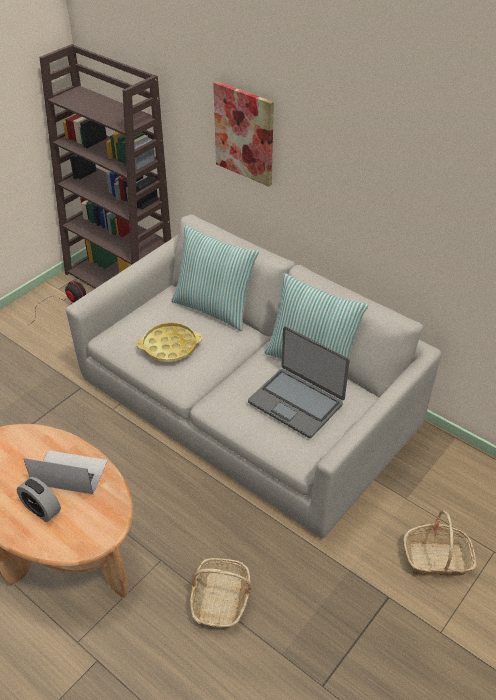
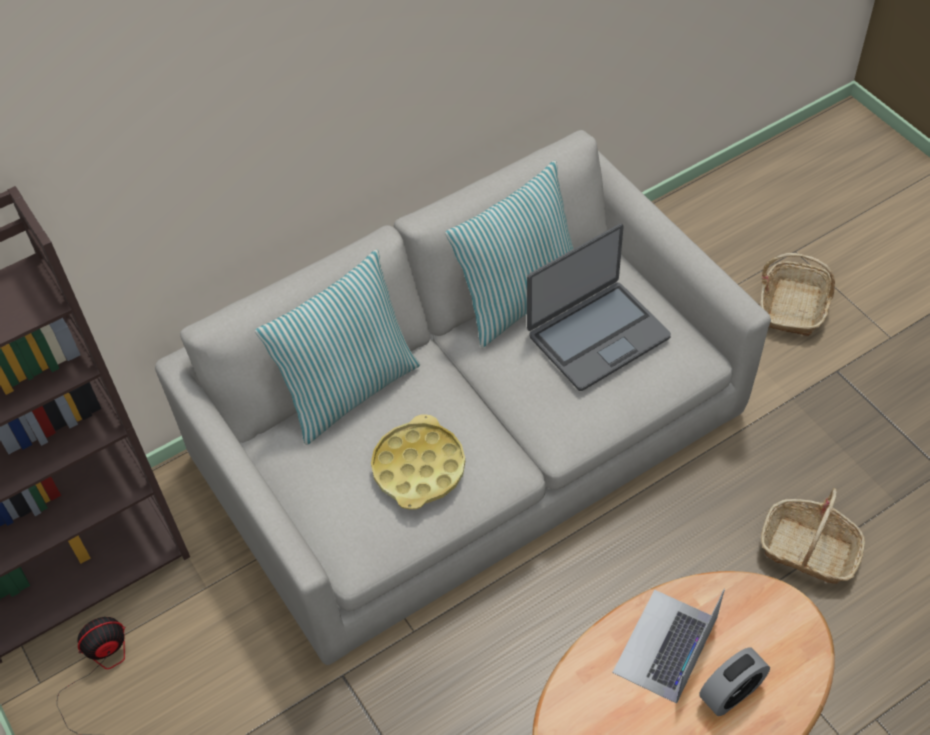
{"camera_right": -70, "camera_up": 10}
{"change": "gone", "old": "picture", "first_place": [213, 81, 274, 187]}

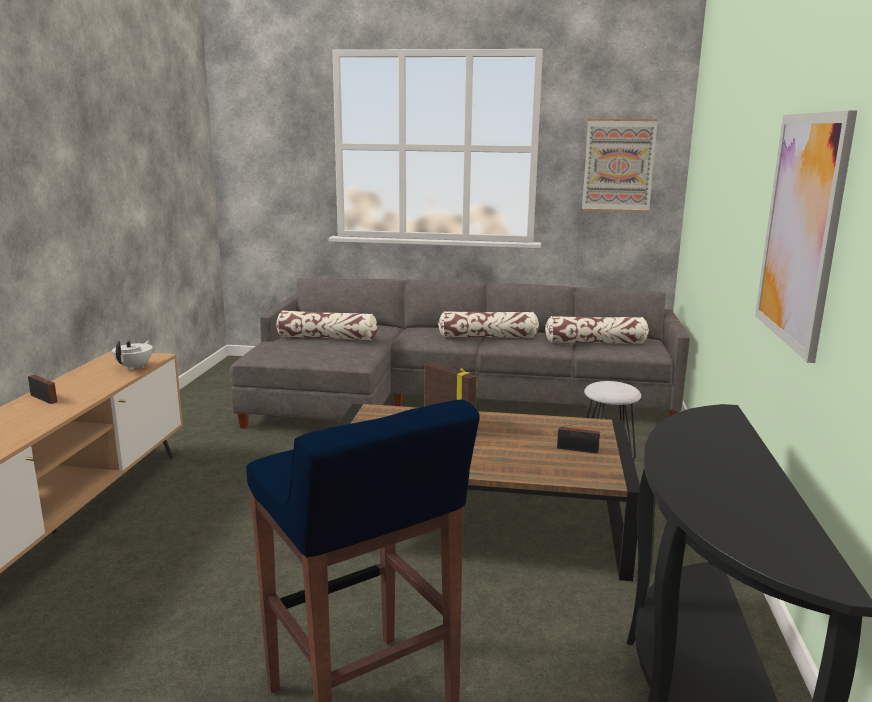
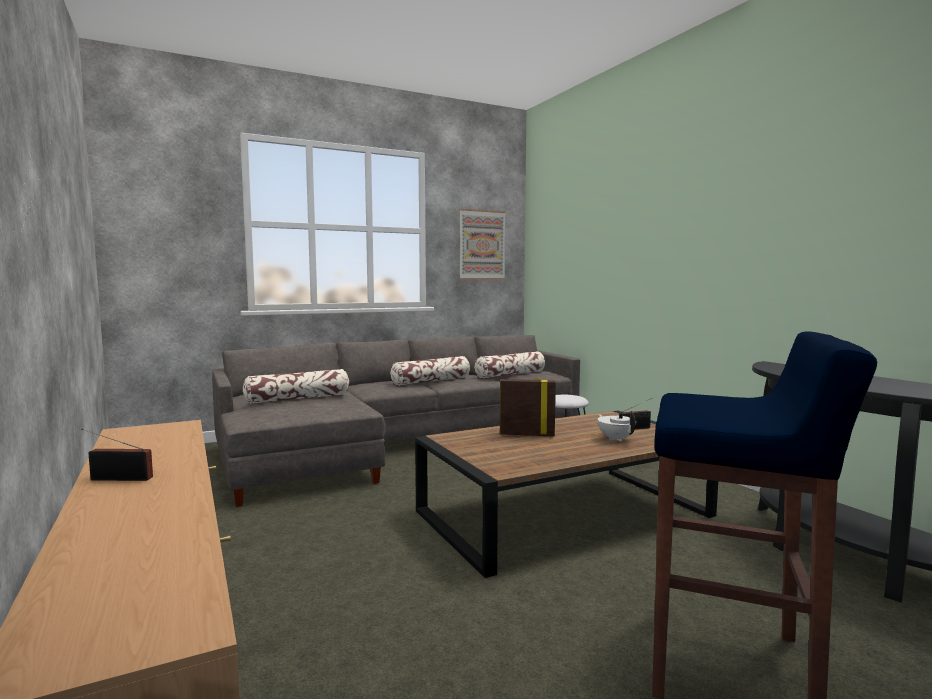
{"camera_right": -35, "camera_up": -10}
{"change": "gone", "old": "picture", "first_place": [755, 111, 857, 363]}
{"change": "shifted", "old": "white teapot", "first_place": [112, 341, 153, 370], "second_place": [598, 411, 636, 442]}

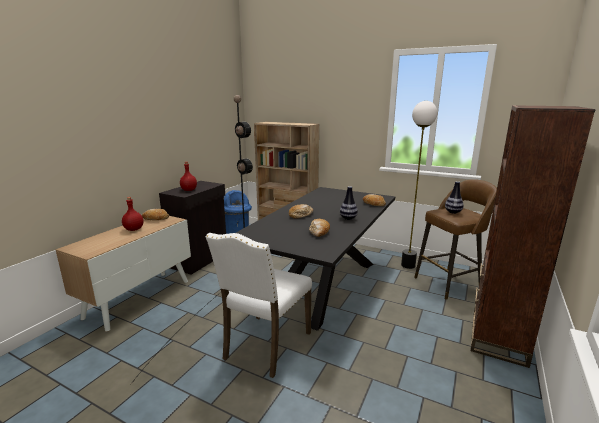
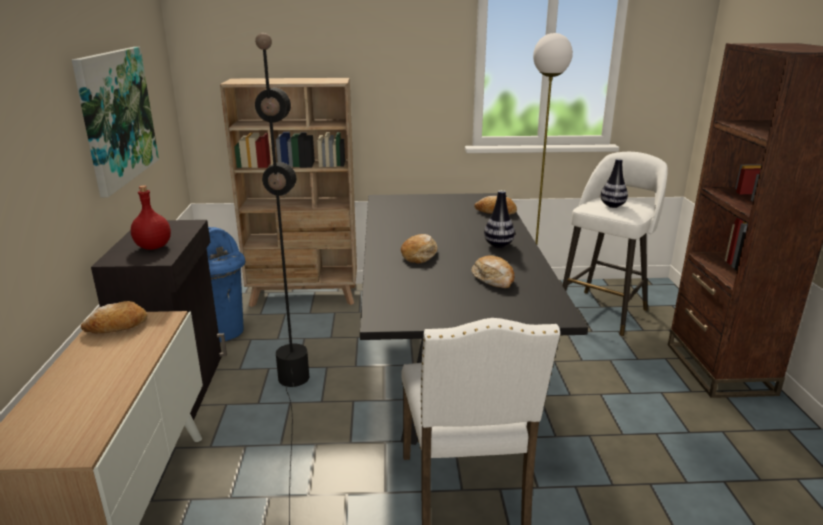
{"camera_right": -30, "camera_up": 5}
{"change": "repainted", "old": "brown stool", "new": "white stool", "first_place": [414, 179, 497, 300], "second_place": [562, 152, 668, 336]}
{"change": "gone", "old": "red bottle", "first_place": [122, 197, 143, 231]}
{"change": "new", "new": "picture", "second_place": [72, 47, 159, 197]}

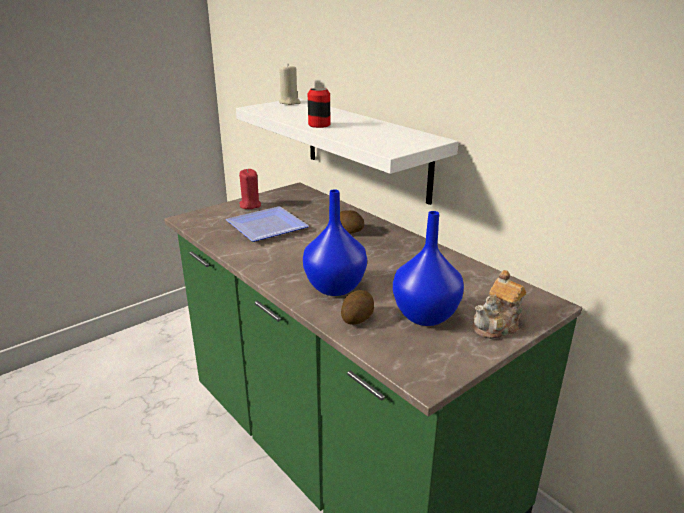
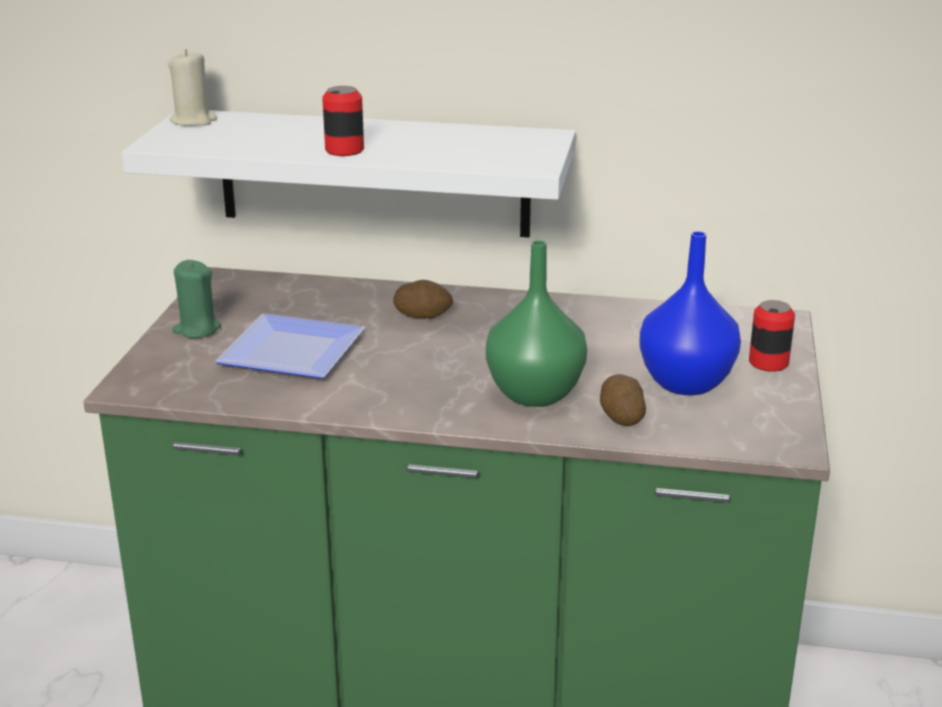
{"camera_right": -40, "camera_up": 0}
{"change": "repainted", "old": "red candle", "new": "green candle", "first_place": [239, 169, 261, 209], "second_place": [173, 260, 221, 338]}
{"change": "repainted", "old": "blue vase", "new": "green vase", "first_place": [303, 190, 367, 296], "second_place": [486, 240, 587, 407]}
{"change": "swapped", "old": "teapot", "new": "can", "first_place": [472, 270, 526, 339], "second_place": [749, 300, 795, 372]}

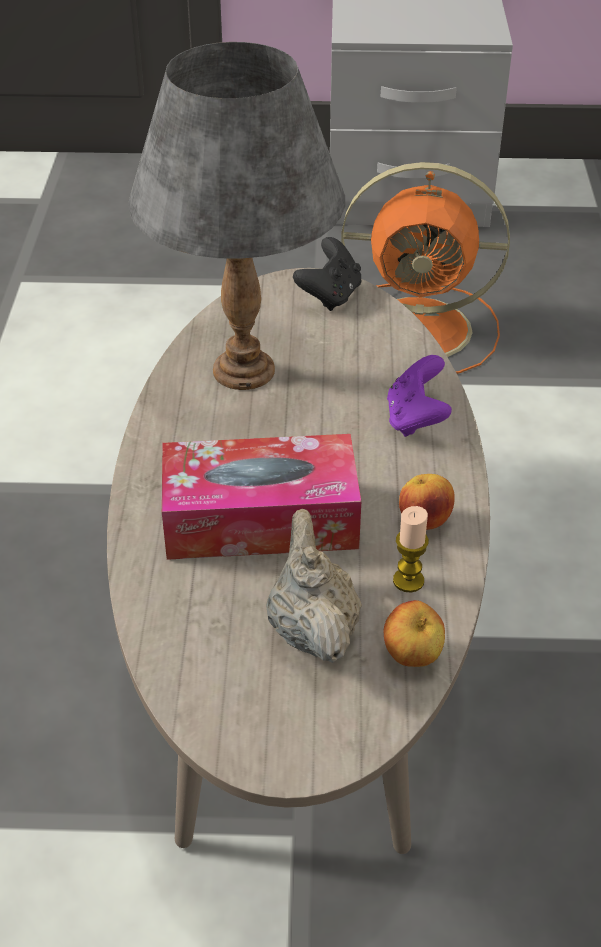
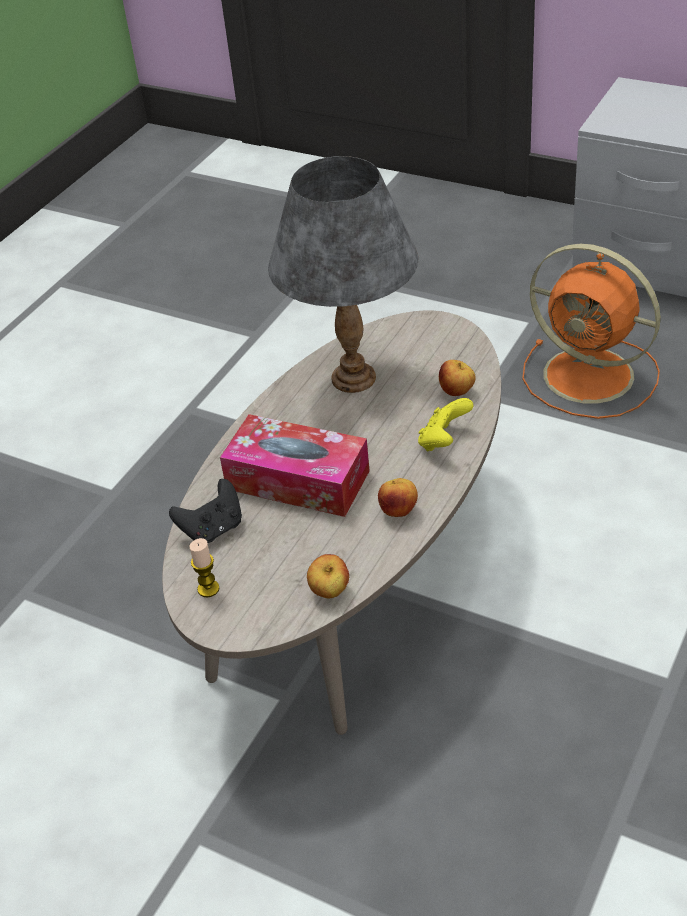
{"camera_right": 30, "camera_up": 0}
{"change": "shifted", "old": "black game controller", "first_place": [293, 237, 361, 311], "second_place": [169, 479, 242, 543]}
{"change": "repainted", "old": "purple game controller", "new": "yellow game controller", "first_place": [387, 355, 452, 437], "second_place": [418, 398, 473, 452]}
{"change": "shifted", "old": "candle", "first_place": [393, 506, 429, 593], "second_place": [189, 538, 220, 597]}
{"change": "gone", "old": "beige teapot", "first_place": [266, 509, 362, 663]}
{"change": "new", "new": "apple", "second_place": [439, 360, 476, 396]}

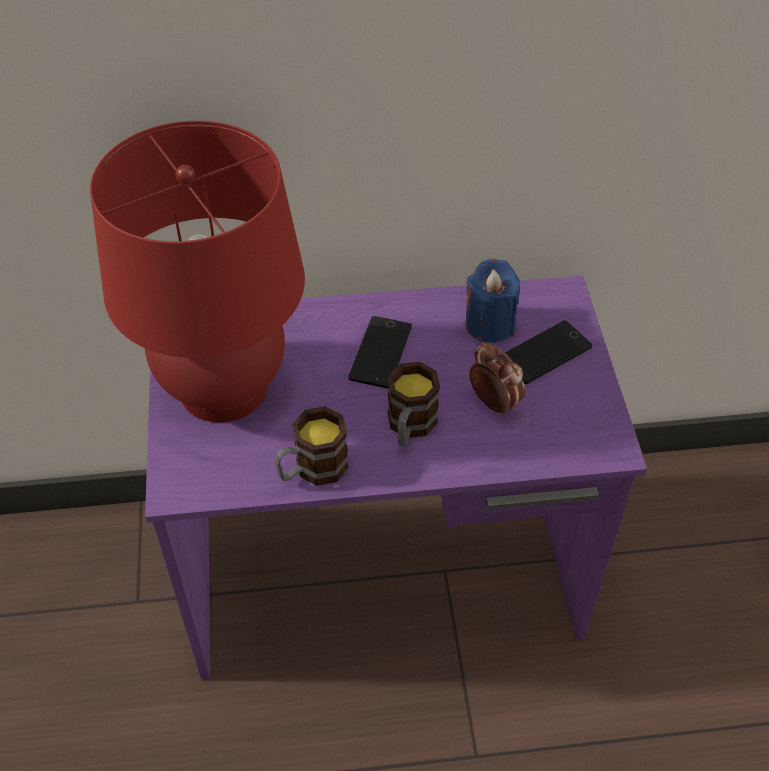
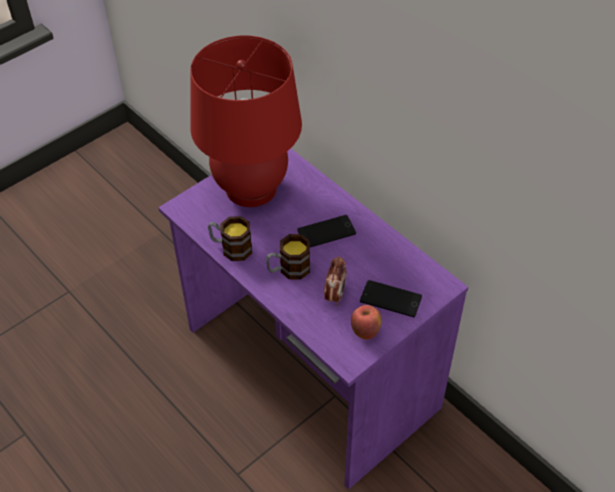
{"camera_right": 55, "camera_up": 0}
{"change": "gone", "old": "blue candle", "first_place": [465, 259, 520, 343]}
{"change": "new", "new": "apple", "second_place": [351, 305, 382, 340]}

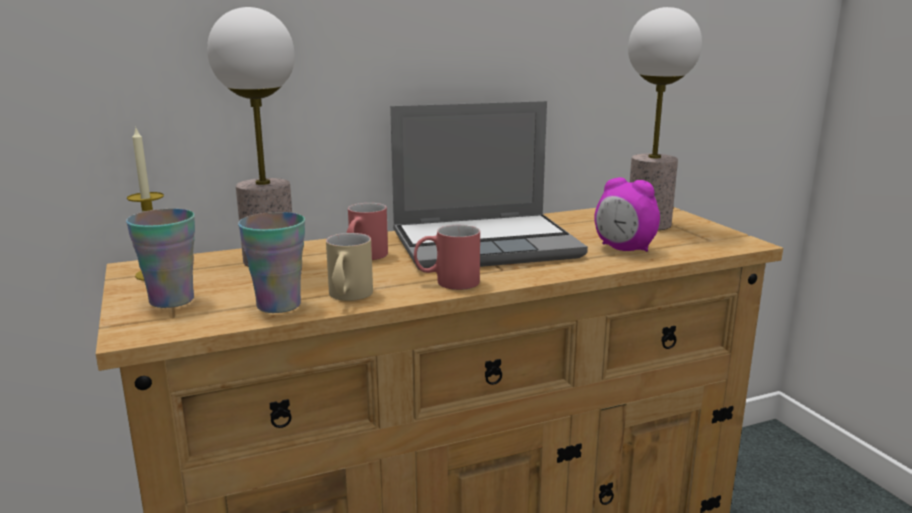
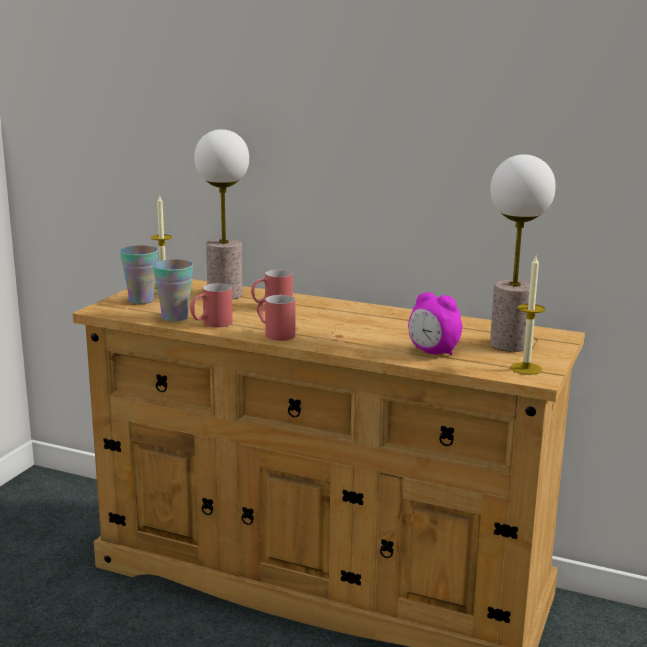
{"camera_right": 45, "camera_up": 0}
{"change": "gone", "old": "laptop", "first_place": [390, 101, 588, 270]}
{"change": "rotated", "old": "alarm clock", "first_place": [594, 177, 660, 252], "second_place": [408, 292, 462, 355], "degrees": -45}
{"change": "repainted", "old": "beige mug", "new": "red mug", "first_place": [326, 233, 373, 301], "second_place": [190, 283, 233, 327]}
{"change": "new", "new": "candle", "second_place": [510, 256, 545, 375]}

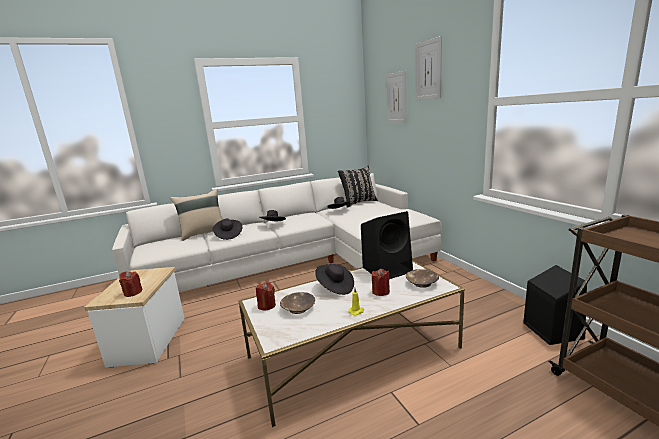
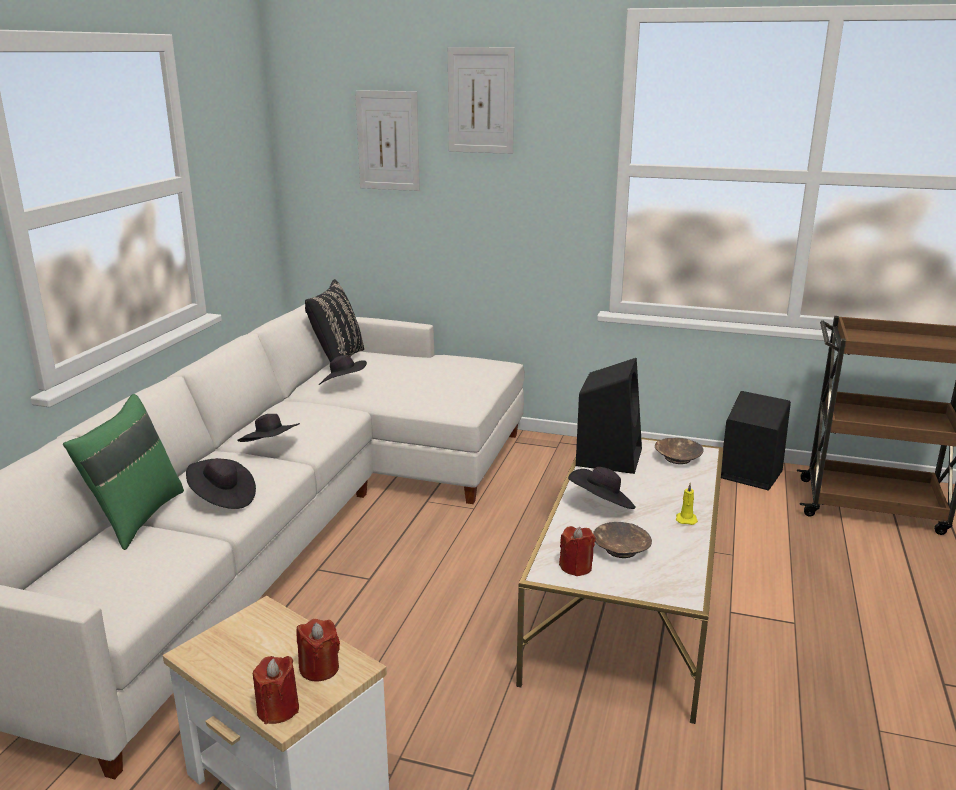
{"camera_right": -50, "camera_up": 5}
{"change": "repainted", "old": "beige pillow", "new": "green pillow", "first_place": [170, 189, 223, 241], "second_place": [63, 394, 184, 550]}
{"change": "shifted", "old": "red candle", "first_place": [372, 269, 390, 296], "second_place": [253, 656, 299, 724]}

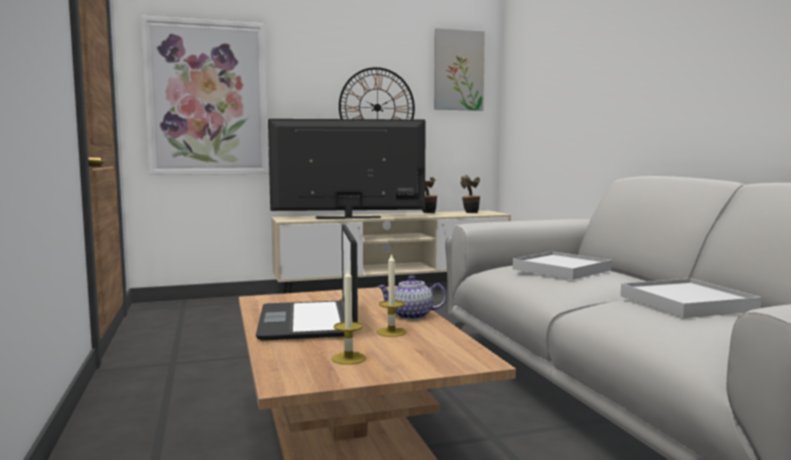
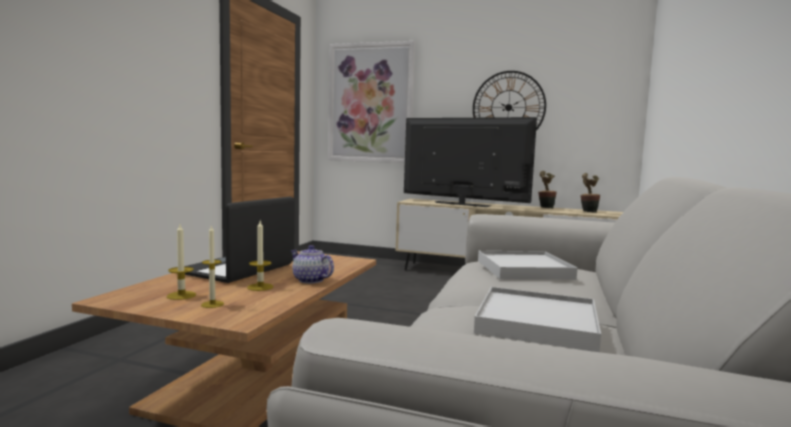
{"camera_right": 35, "camera_up": 0}
{"change": "gone", "old": "picture", "first_place": [434, 28, 485, 111]}
{"change": "new", "new": "candle", "second_place": [201, 225, 224, 308]}

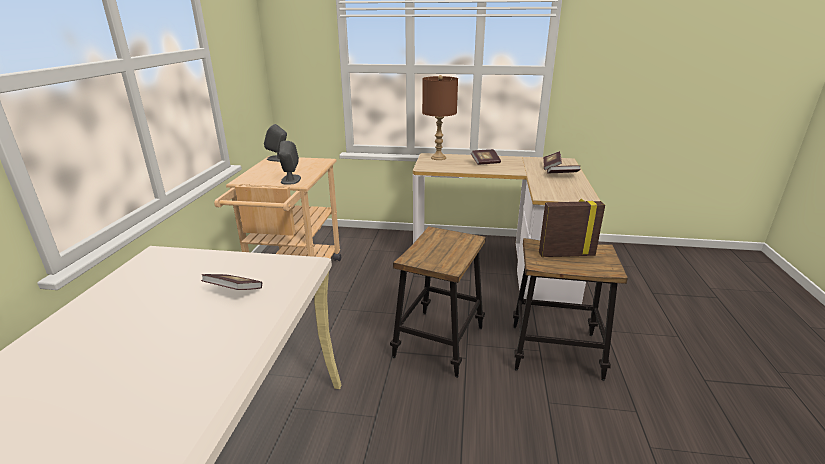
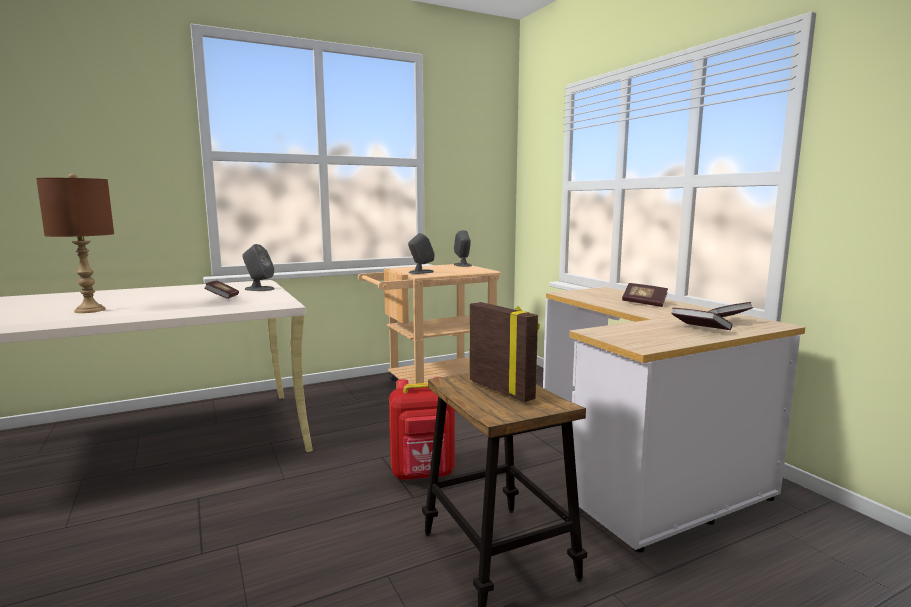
{"camera_right": 55, "camera_up": -15}
{"change": "shifted", "old": "brown table lamp", "first_place": [422, 75, 458, 160], "second_place": [36, 173, 114, 313]}
{"change": "swapped", "old": "stool", "new": "red backpack", "first_place": [390, 226, 486, 378], "second_place": [389, 377, 455, 480]}
{"change": "new", "new": "grey speaker", "second_place": [242, 244, 274, 291]}

